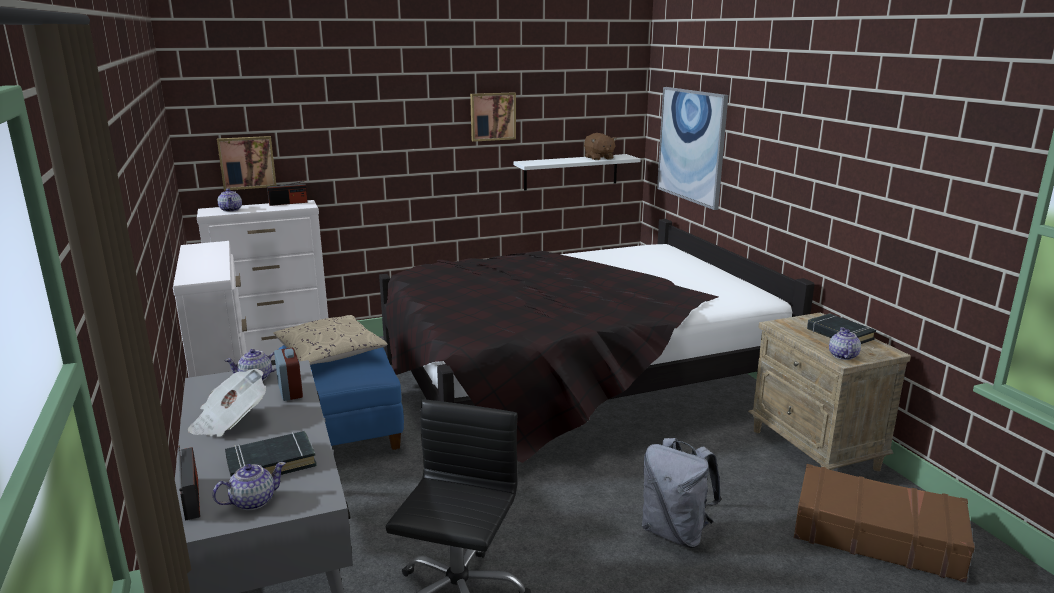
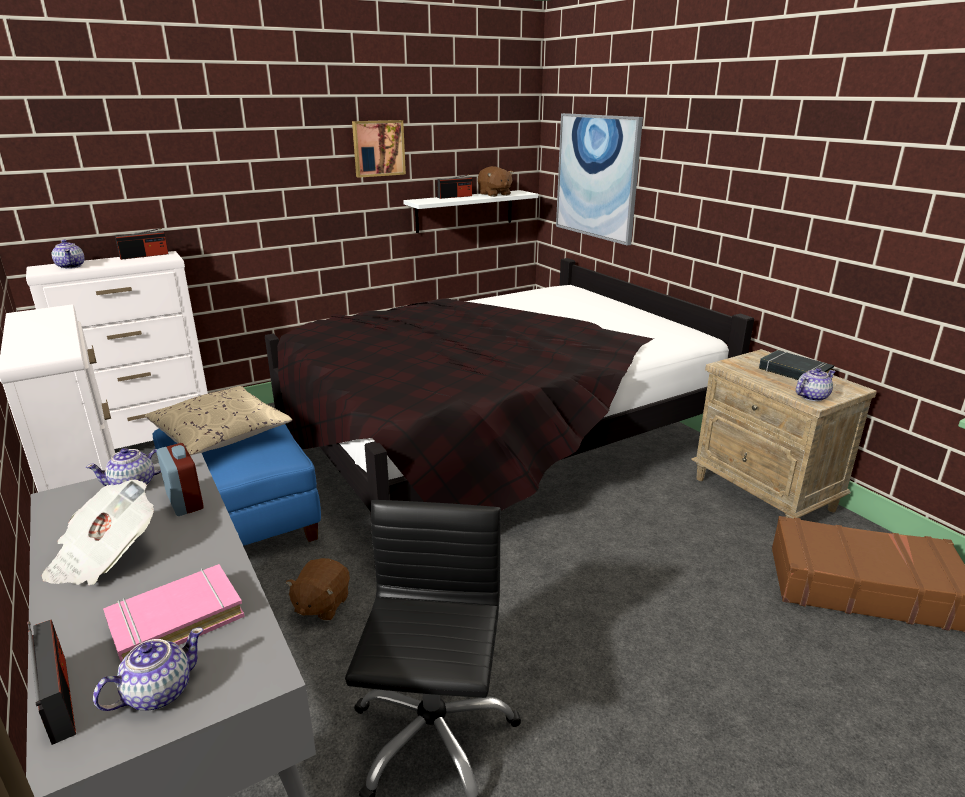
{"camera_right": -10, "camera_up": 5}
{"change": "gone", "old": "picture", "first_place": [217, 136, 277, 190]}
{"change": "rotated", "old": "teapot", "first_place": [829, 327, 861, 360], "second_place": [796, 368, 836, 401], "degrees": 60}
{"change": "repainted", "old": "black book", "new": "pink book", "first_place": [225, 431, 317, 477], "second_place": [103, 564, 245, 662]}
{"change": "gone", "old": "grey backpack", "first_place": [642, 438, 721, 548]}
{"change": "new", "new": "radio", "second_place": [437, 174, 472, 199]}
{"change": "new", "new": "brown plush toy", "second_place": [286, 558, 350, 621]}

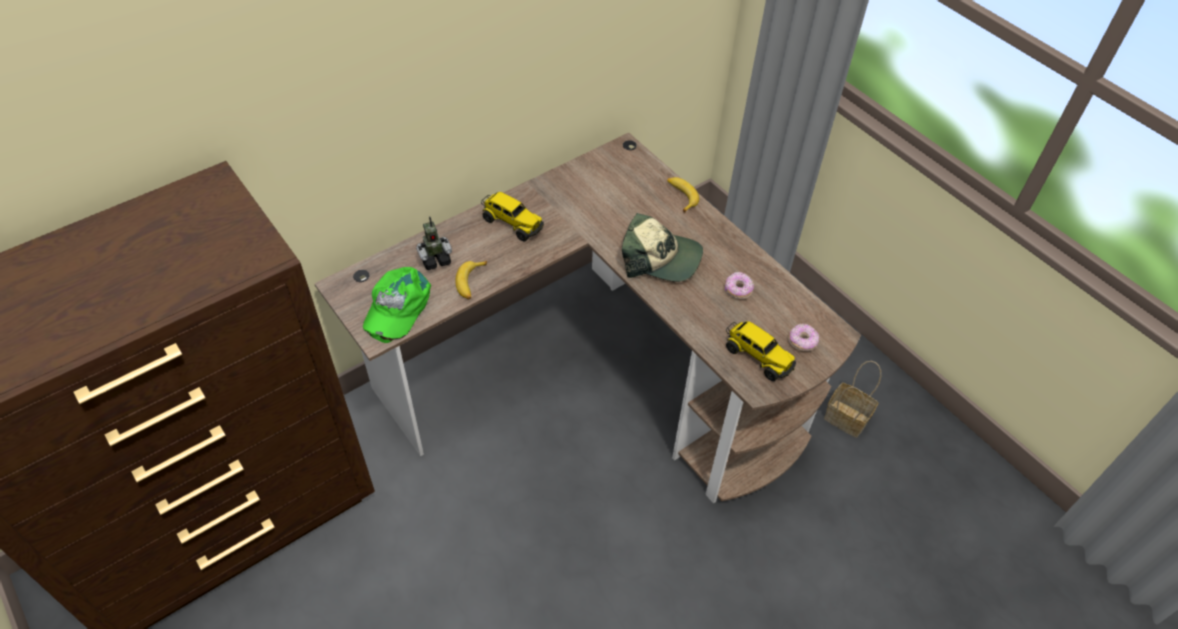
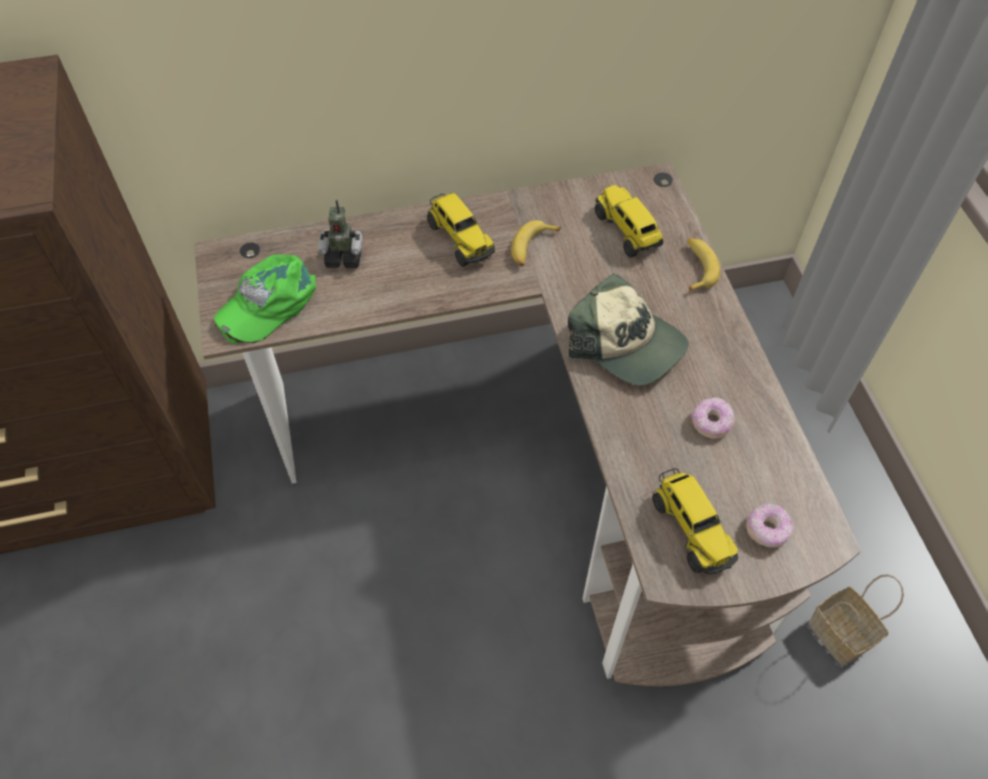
{"camera_right": 25, "camera_up": 5}
{"change": "shifted", "old": "banana", "first_place": [455, 261, 487, 300], "second_place": [511, 220, 561, 266]}
{"change": "new", "new": "toy truck", "second_place": [595, 185, 663, 258]}

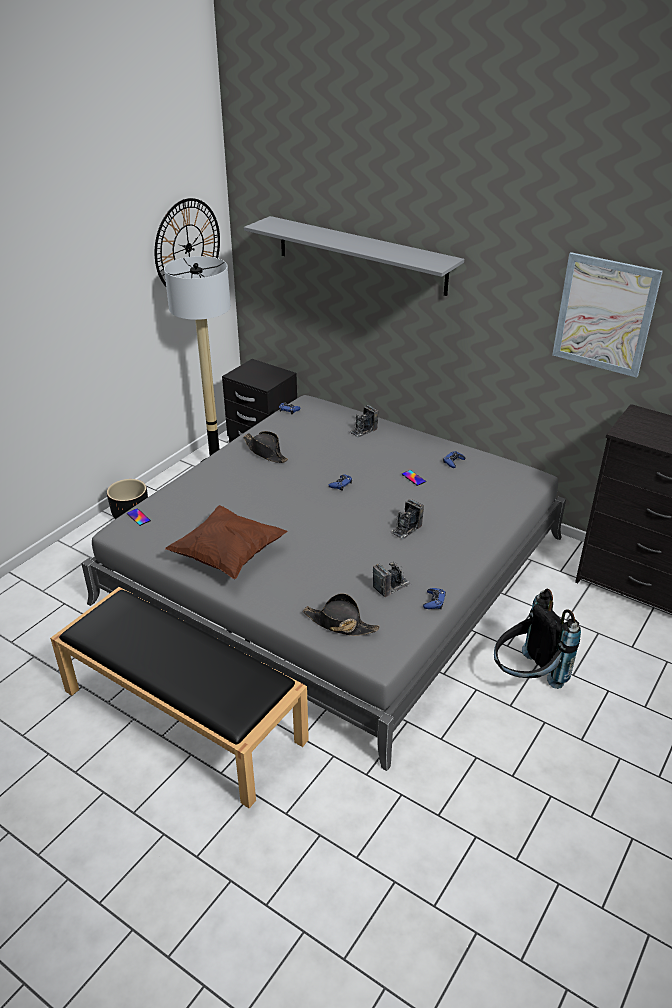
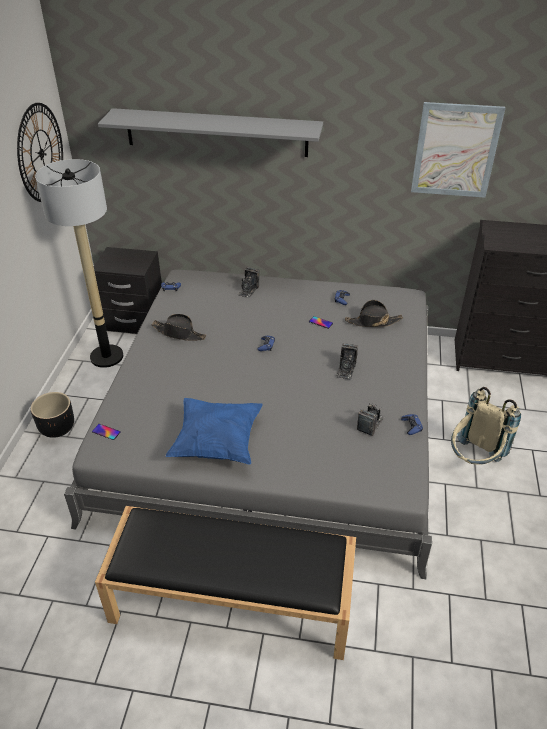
{"camera_right": -25, "camera_up": 5}
{"change": "repainted", "old": "brown pillow", "new": "blue pillow", "first_place": [165, 505, 287, 579], "second_place": [166, 398, 263, 464]}
{"change": "repainted", "old": "black backpack", "new": "beige backpack", "first_place": [494, 589, 581, 689], "second_place": [451, 387, 521, 465]}
{"change": "shifted", "old": "black hat", "first_place": [303, 593, 380, 636], "second_place": [345, 300, 403, 327]}

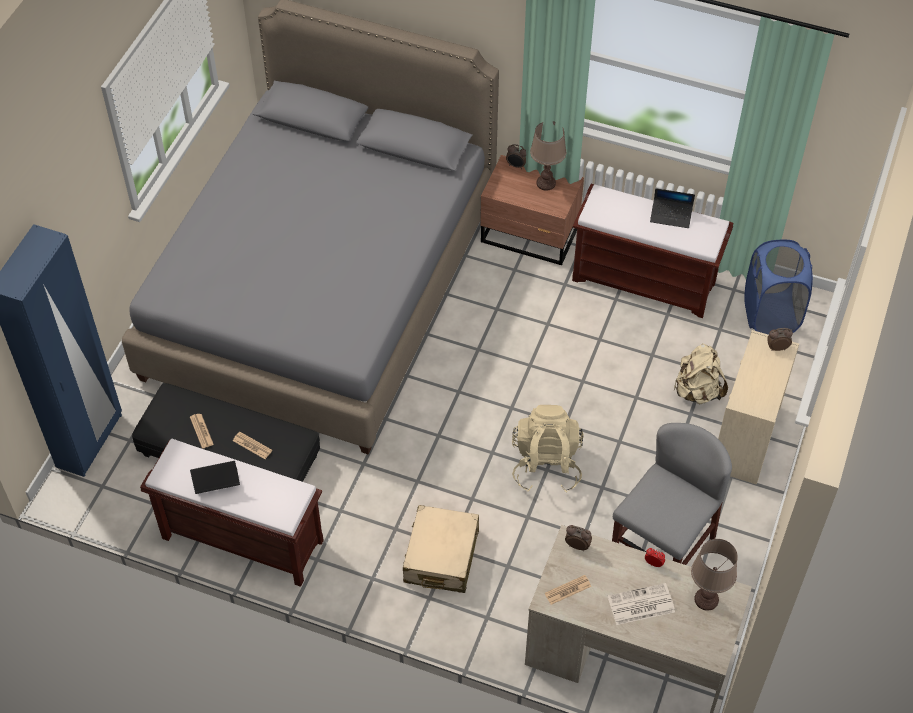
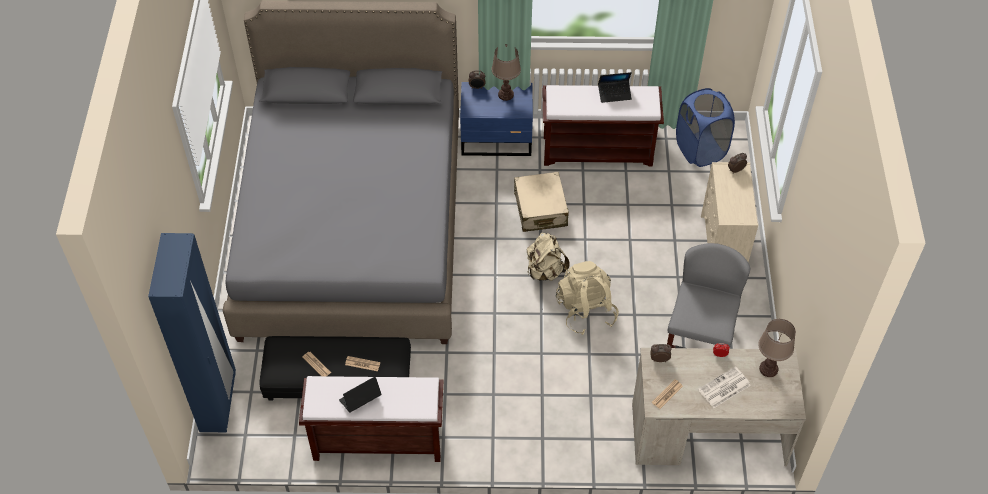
{"camera_right": -20, "camera_up": 0}
{"change": "repainted", "old": "brown nightstand", "new": "blue nightstand", "first_place": [480, 155, 584, 265], "second_place": [460, 82, 533, 156]}
{"change": "shifted", "old": "beige backpack", "first_place": [674, 343, 728, 404], "second_place": [527, 233, 569, 281]}
{"change": "shifted", "old": "beige suitcase", "first_place": [403, 505, 479, 593], "second_place": [514, 172, 569, 232]}

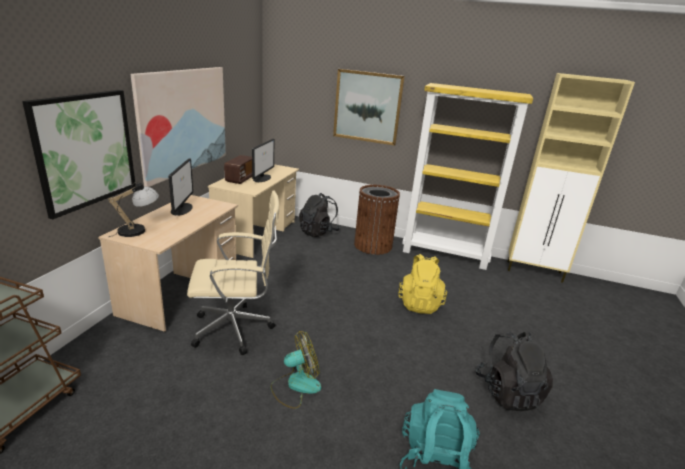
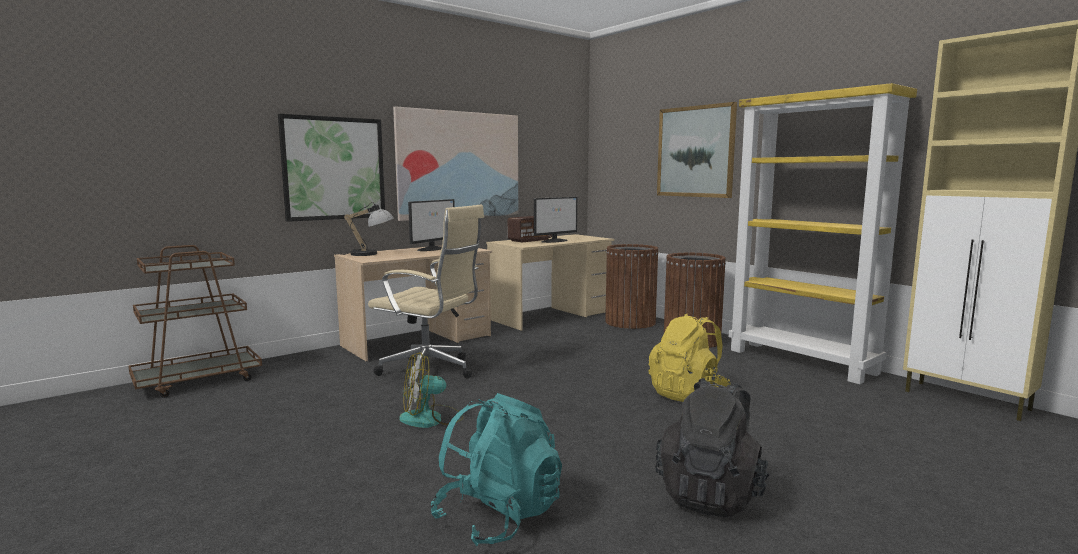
{"camera_right": 35, "camera_up": -15}
{"change": "swapped", "old": "black backpack", "new": "brown trash can", "first_place": [299, 193, 340, 237], "second_place": [605, 244, 659, 329]}
{"change": "rotated", "old": "fan", "first_place": [271, 331, 322, 409], "second_place": [400, 352, 464, 428], "degrees": 150}

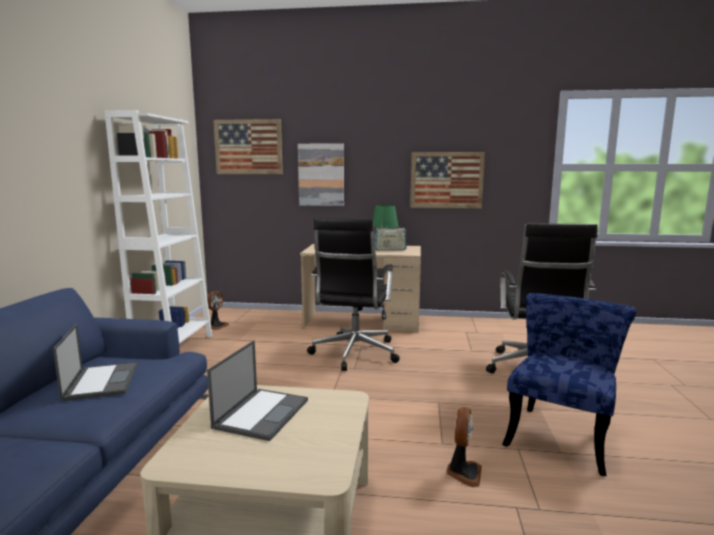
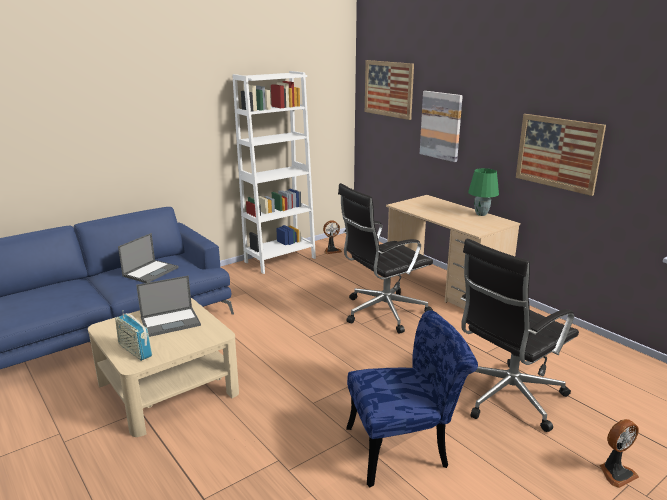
{"camera_right": 45, "camera_up": 10}
{"change": "shifted", "old": "radio", "first_place": [375, 224, 406, 250], "second_place": [115, 310, 152, 361]}
{"change": "shifted", "old": "fan", "first_place": [446, 407, 482, 487], "second_place": [599, 419, 639, 488]}

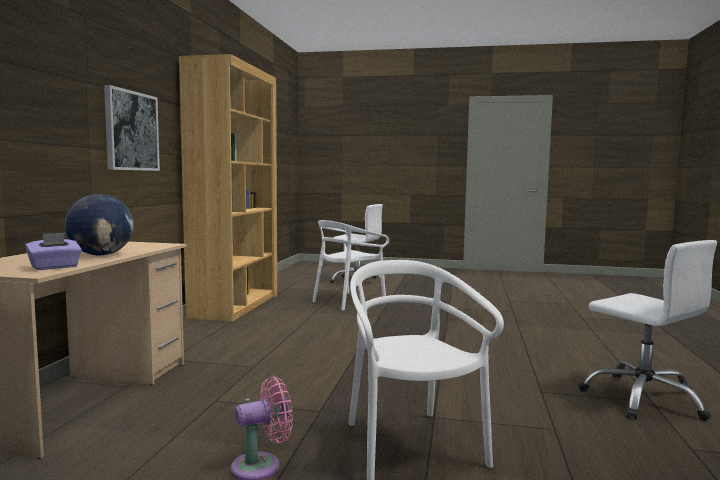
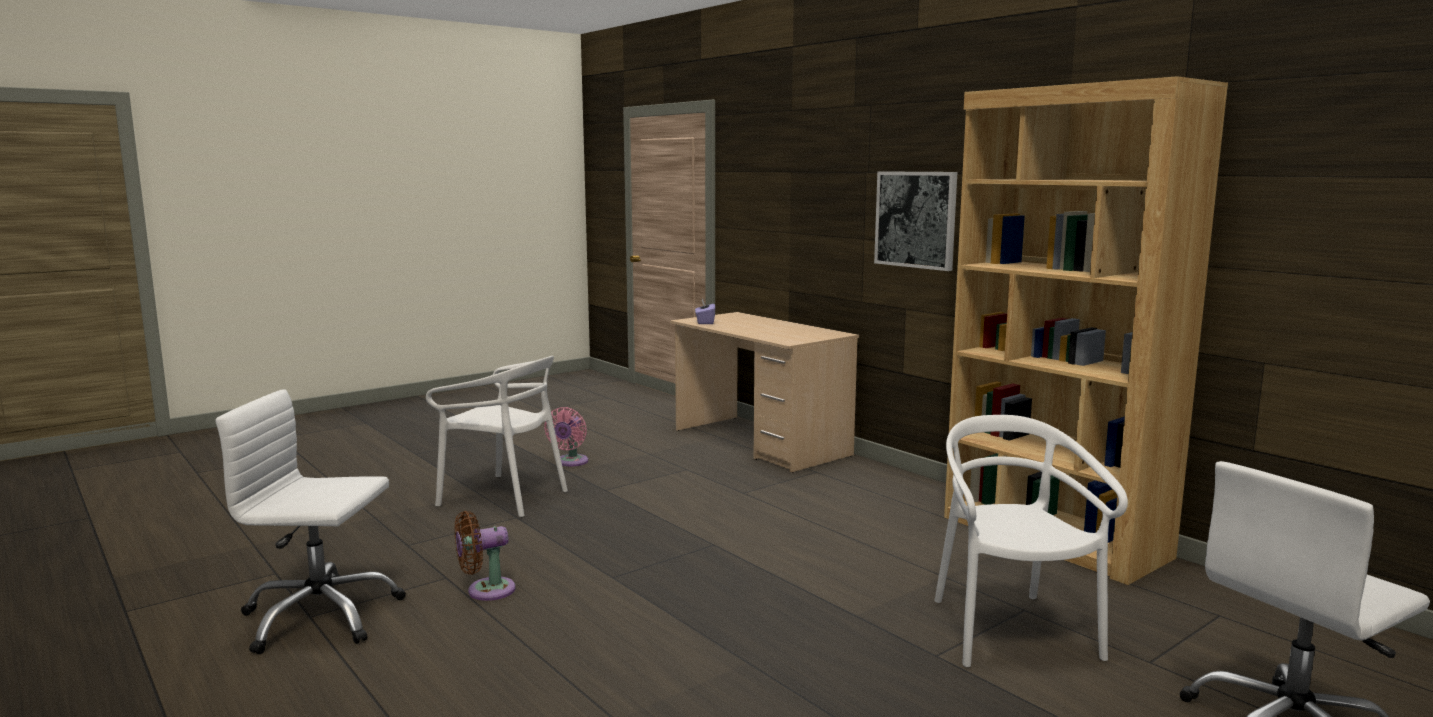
{"camera_right": 130, "camera_up": 5}
{"change": "gone", "old": "globe", "first_place": [65, 194, 134, 256]}
{"change": "new", "new": "brown fan", "second_place": [455, 511, 515, 601]}

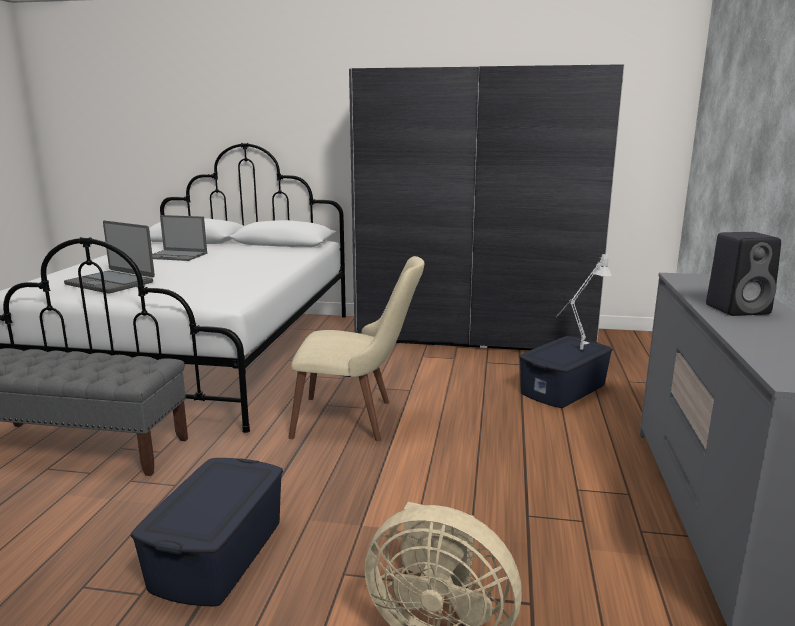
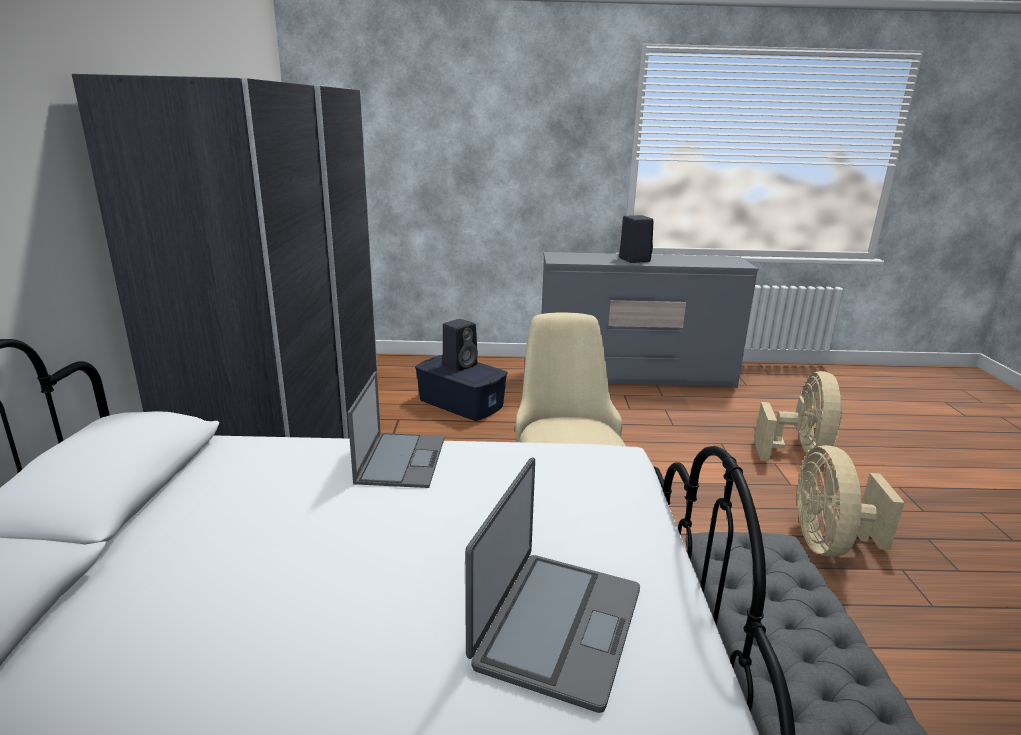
{"camera_right": -100, "camera_up": 5}
{"change": "shifted", "old": "laptop", "first_place": [152, 215, 207, 261], "second_place": [347, 371, 445, 488]}
{"change": "swapped", "old": "grey table lamp", "new": "black speaker", "first_place": [556, 253, 613, 350], "second_place": [443, 319, 478, 371]}
{"change": "swapped", "old": "blue storage box", "new": "beige fan", "first_place": [131, 458, 283, 606], "second_place": [796, 445, 905, 557]}

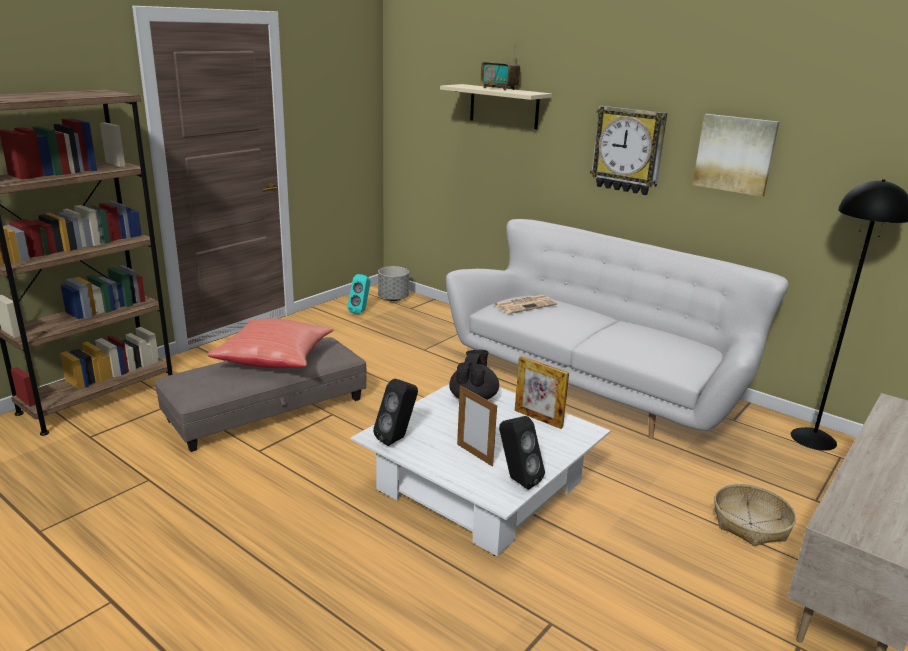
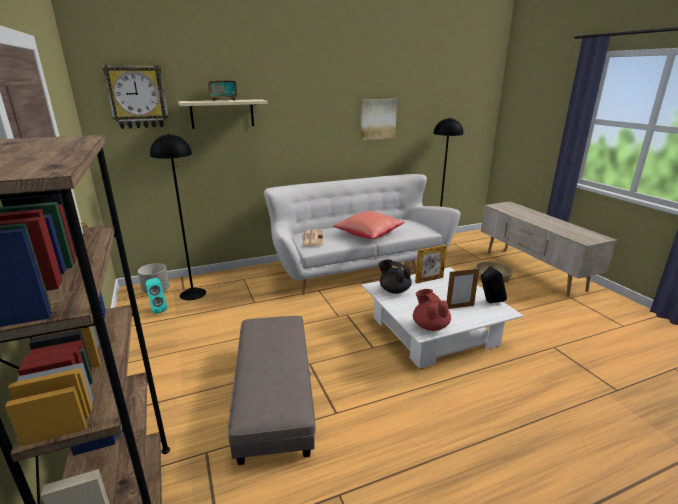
{"camera_right": -60, "camera_up": 0}
{"change": "shifted", "old": "wall clock", "first_place": [590, 106, 667, 195], "second_place": [102, 65, 169, 129]}
{"change": "shifted", "old": "red pillow", "first_place": [207, 318, 334, 368], "second_place": [333, 211, 405, 239]}
{"change": "swapped", "old": "black speaker", "new": "red teapot", "first_place": [373, 378, 418, 446], "second_place": [413, 289, 451, 331]}
{"change": "new", "new": "black floor lamp", "second_place": [150, 133, 206, 300]}

